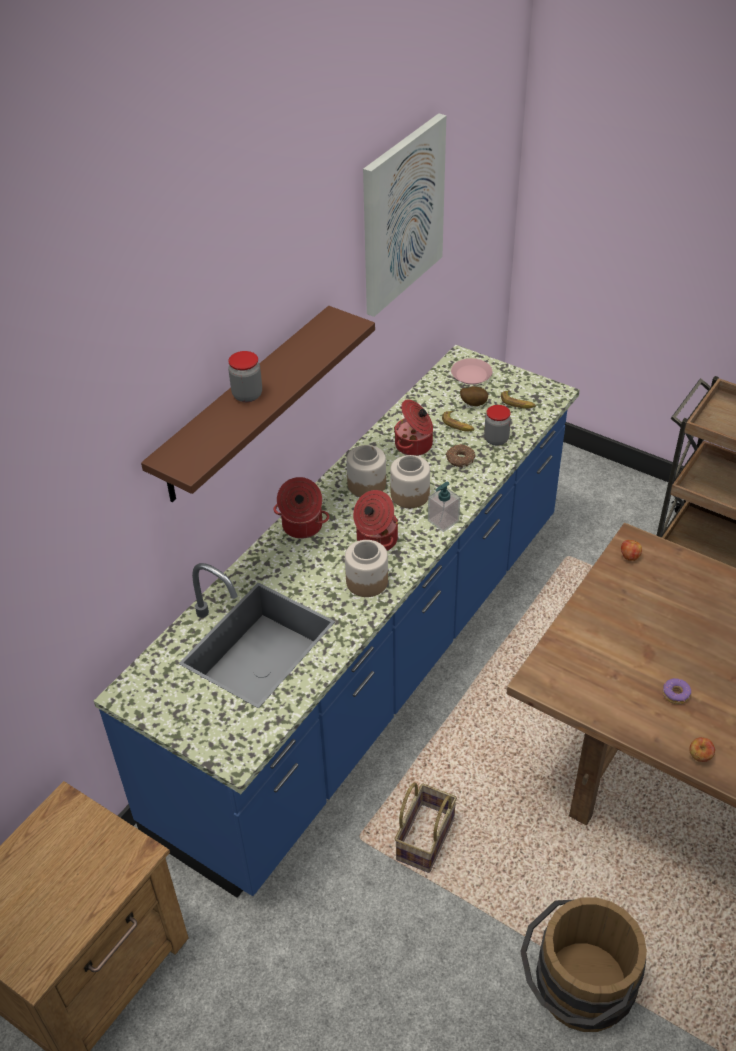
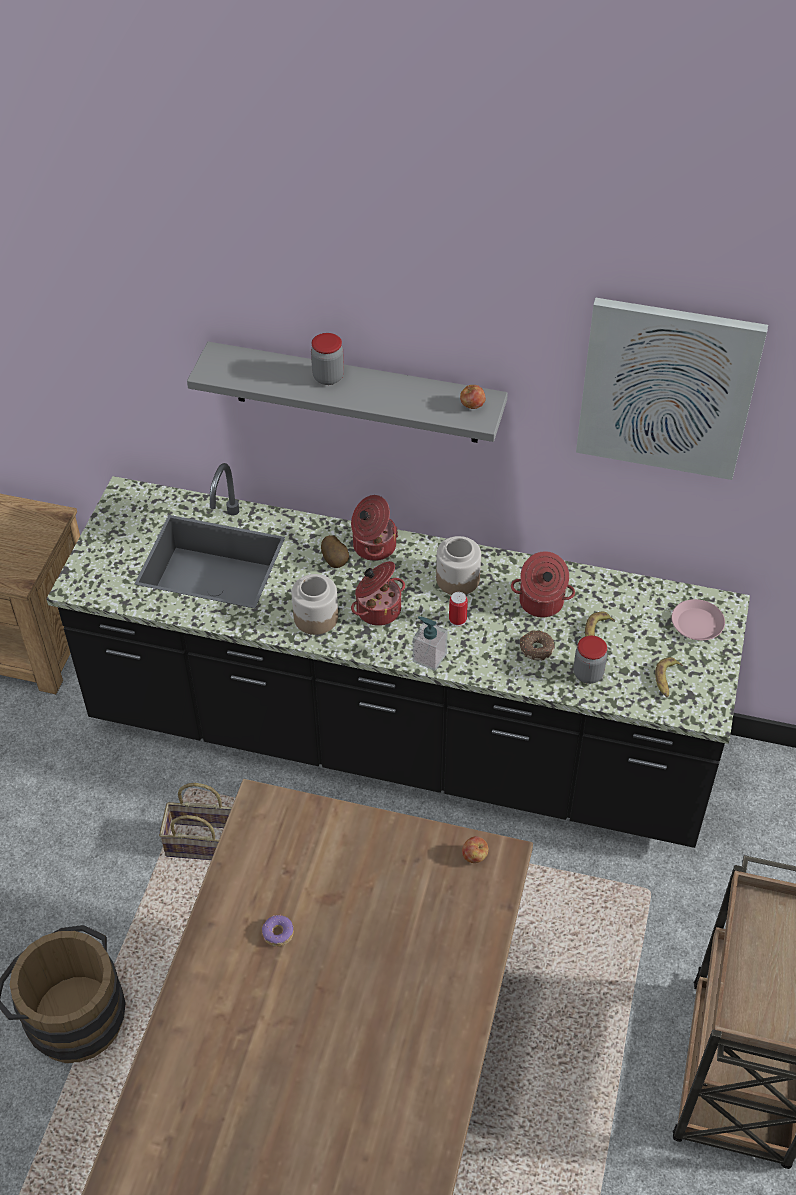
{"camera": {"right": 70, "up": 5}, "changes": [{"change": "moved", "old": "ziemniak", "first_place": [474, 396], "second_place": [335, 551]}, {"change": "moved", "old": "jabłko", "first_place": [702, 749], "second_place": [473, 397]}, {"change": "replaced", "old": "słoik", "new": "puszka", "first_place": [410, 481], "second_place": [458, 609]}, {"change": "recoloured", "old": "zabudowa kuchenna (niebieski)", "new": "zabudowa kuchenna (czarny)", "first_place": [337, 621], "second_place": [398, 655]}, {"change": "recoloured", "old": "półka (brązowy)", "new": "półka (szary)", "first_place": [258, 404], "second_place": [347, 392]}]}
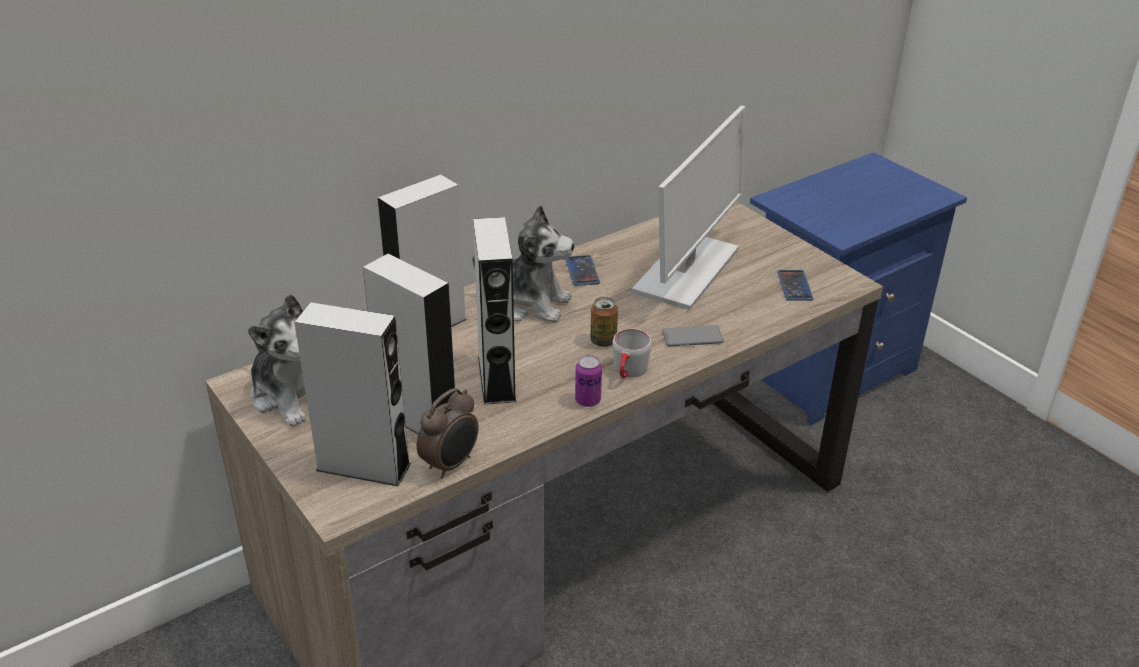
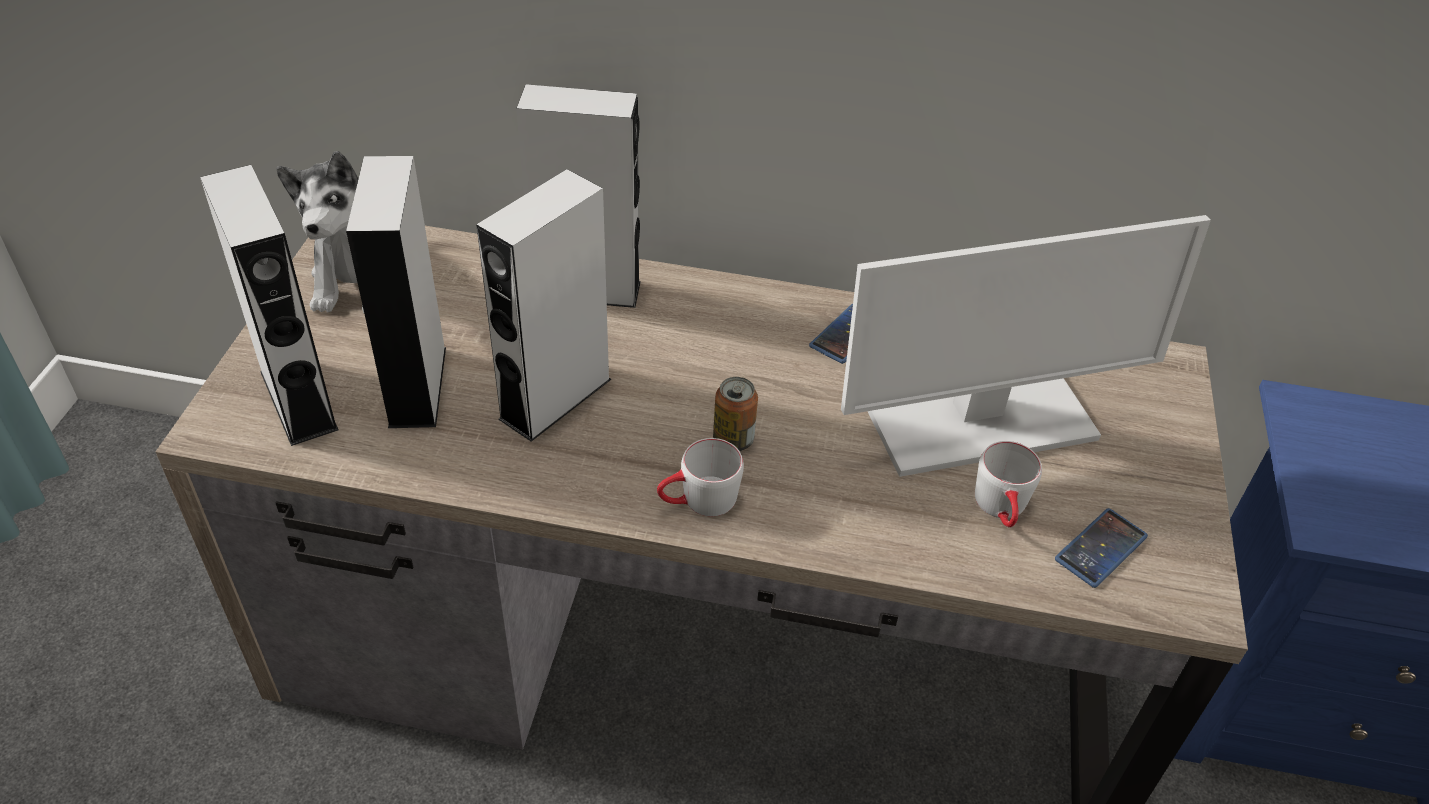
{"camera": {"right": 45, "up": 10}, "changes": [{"change": "removed", "old": "budzik", "first_place": [448, 433]}, {"change": "removed", "old": "pluszak", "first_place": [523, 263]}, {"change": "removed", "old": "puszka", "first_place": [588, 381]}, {"change": "removed", "old": "telefon", "first_place": [693, 335]}, {"change": "added", "new": "kubek (szary)", "second_place": [1008, 484]}]}
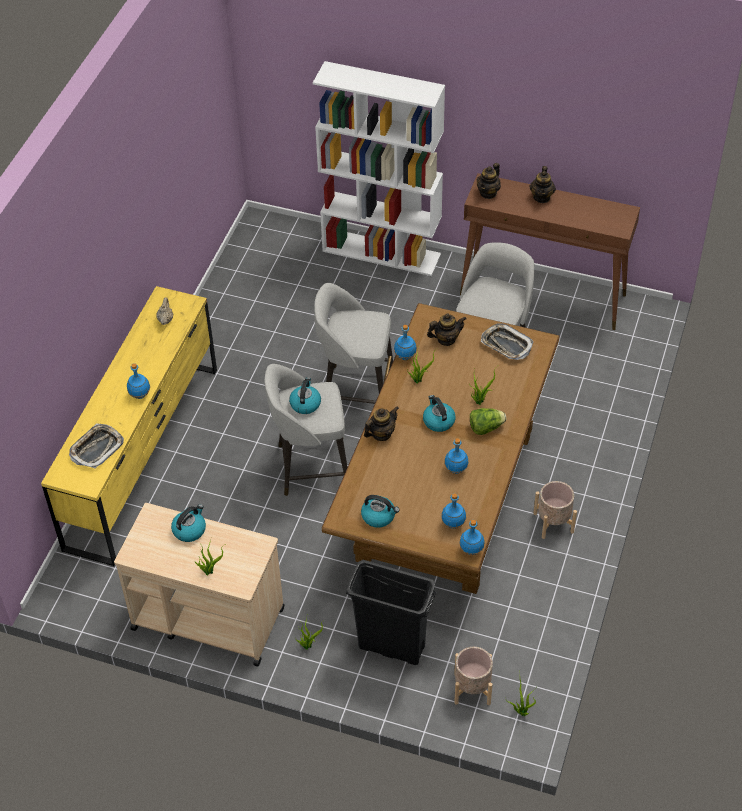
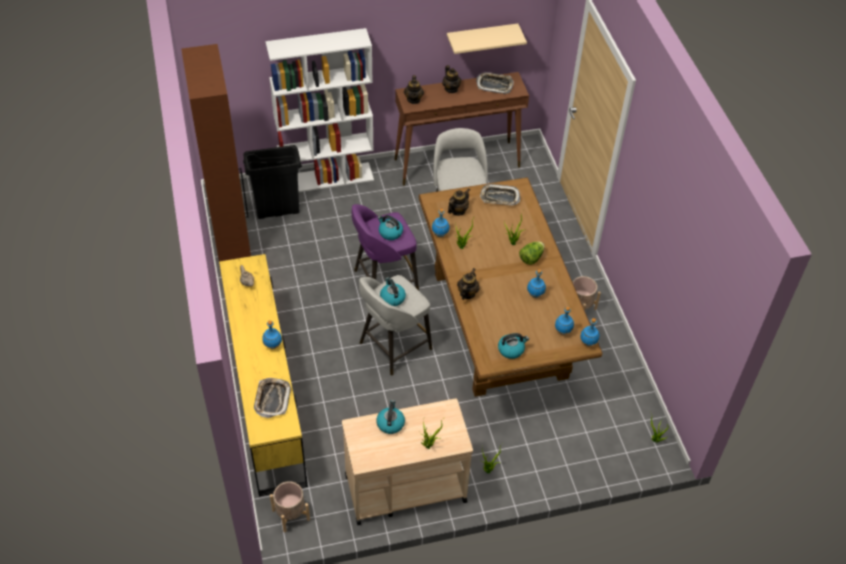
{"camera": {"right": -35, "up": 0}, "changes": [{"change": "added", "new": "szafka (brązowy)", "second_place": [216, 154]}, {"change": "added", "new": "półka (beżowy)", "second_place": [487, 38]}, {"change": "added", "new": "taca", "second_place": [495, 83]}, {"change": "moved", "old": "kosz na śmieci (czarny)", "first_place": [391, 612], "second_place": [272, 182]}, {"change": "moved", "old": "czajnik", "first_place": [439, 413], "second_place": [390, 227]}, {"change": "moved", "old": "donica (beżowy)", "first_place": [473, 676], "second_place": [290, 506]}, {"change": "recoloured", "old": "stołek (szary)", "new": "stołek (fioletowy)", "first_place": [353, 343], "second_place": [385, 247]}]}
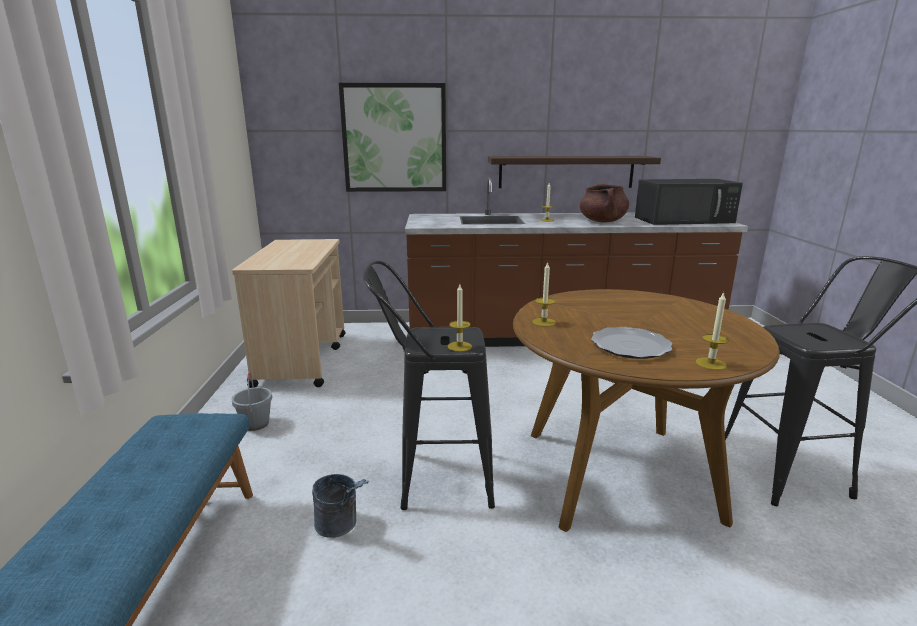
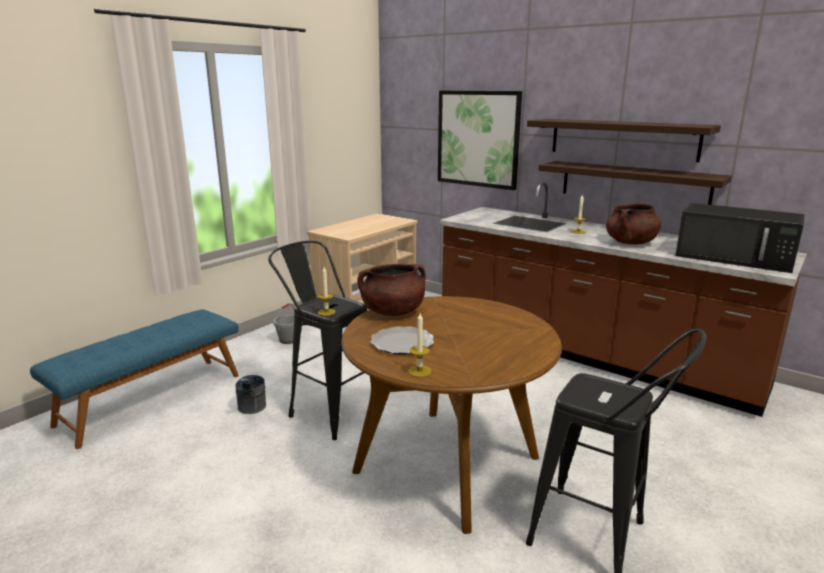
{"camera": {"right": 40, "up": 0}, "changes": [{"change": "added", "new": "półka", "second_place": [624, 140]}, {"change": "replaced", "old": "świeca", "new": "garnek (brązowy)", "first_place": [544, 294], "second_place": [391, 290]}]}
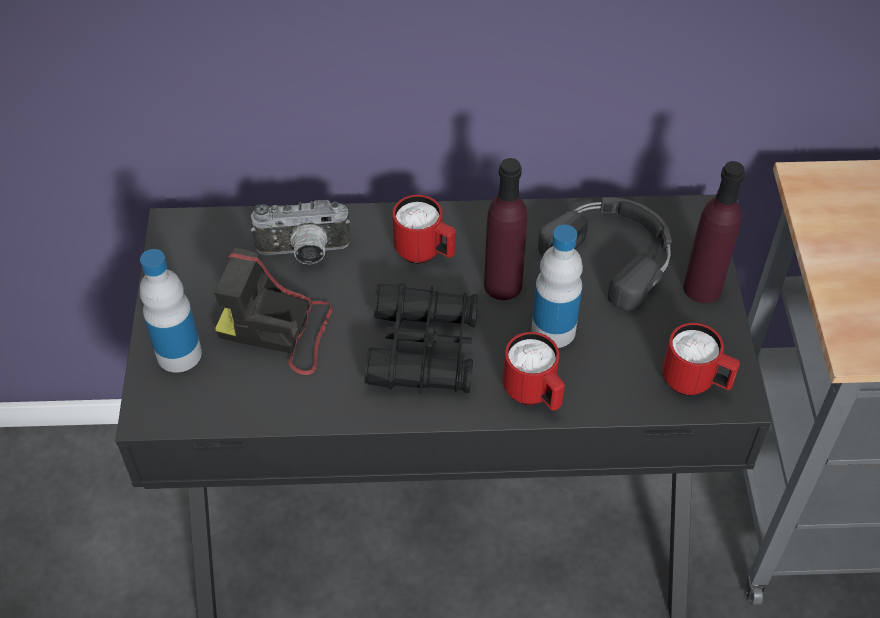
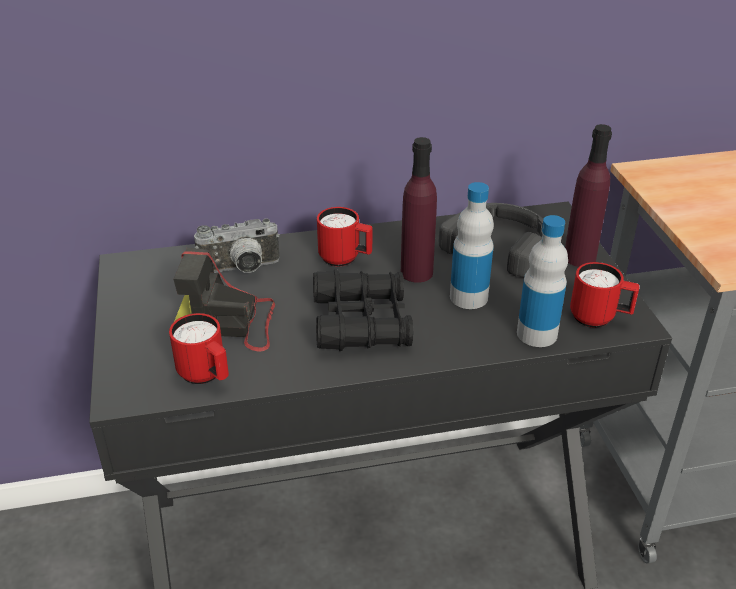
{"camera": {"right": -10, "up": -15}, "changes": [{"change": "moved", "old": "butelka", "first_place": [171, 311], "second_place": [542, 281]}, {"change": "moved", "old": "kubek (czerwony)", "first_place": [534, 371], "second_place": [199, 348]}]}
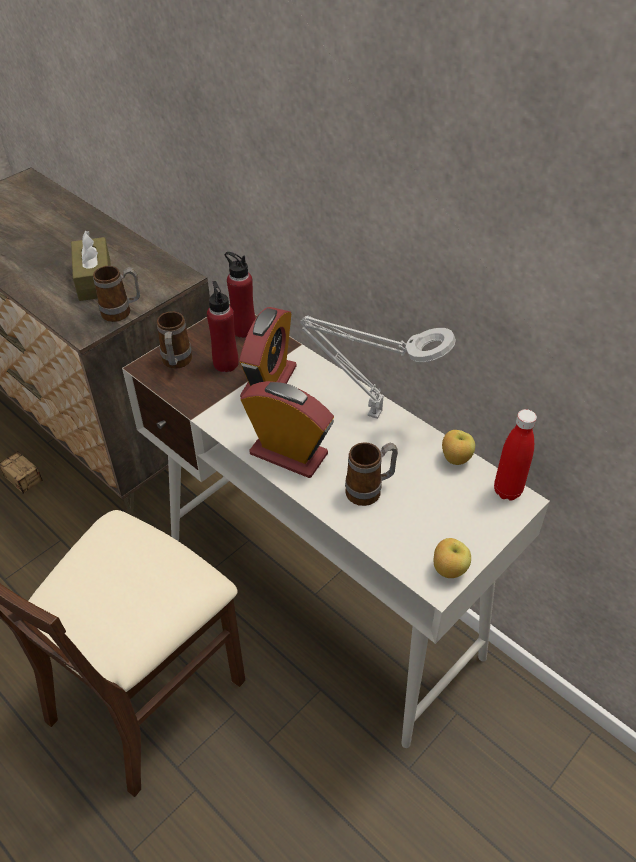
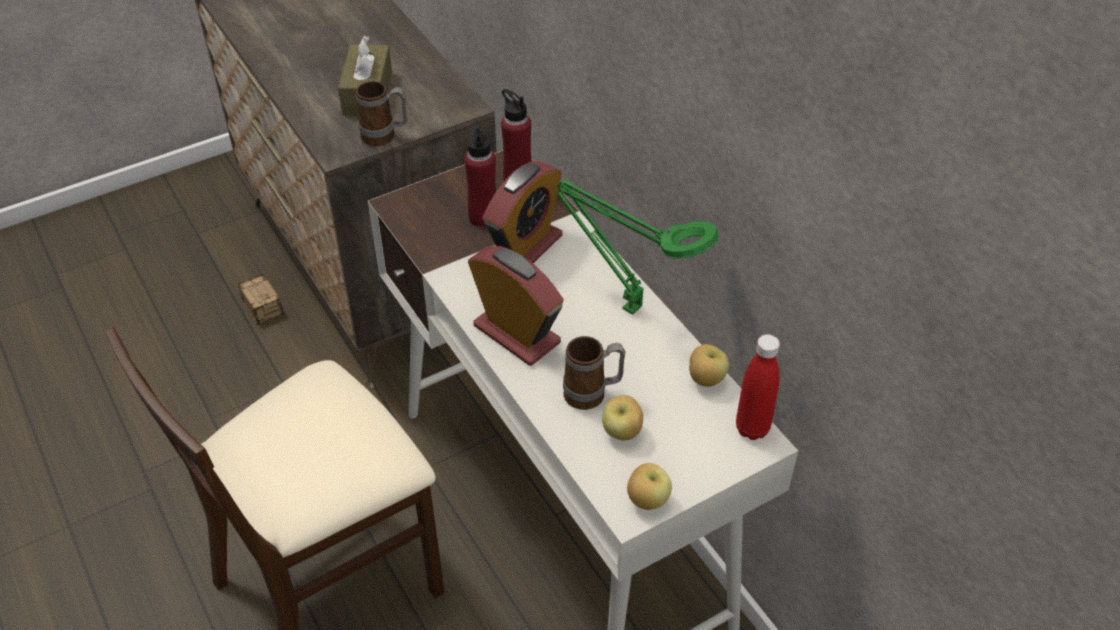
{"camera": {"right": 15, "up": 0}, "changes": [{"change": "removed", "old": "kubek", "first_place": [174, 340]}, {"change": "added", "new": "jabłko", "second_place": [622, 417]}, {"change": "recoloured", "old": "lampa stołowa (szary)", "new": "lampa stołowa (zielony)", "first_place": [378, 367], "second_place": [637, 247]}]}
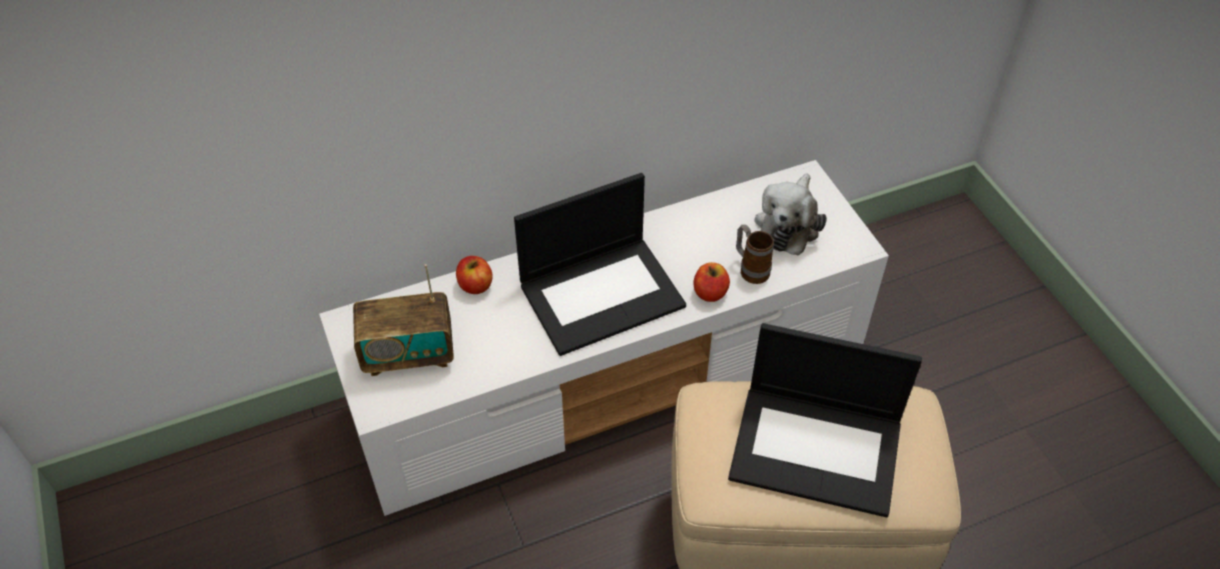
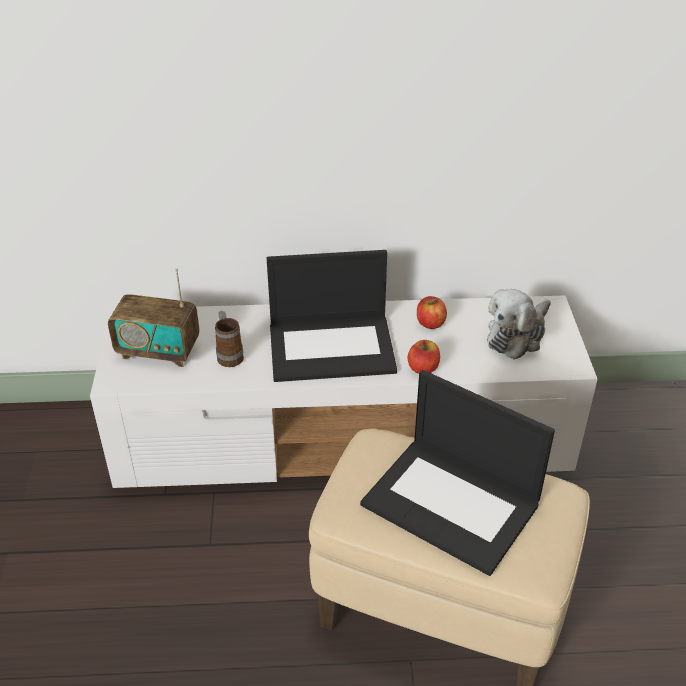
{"camera": {"right": 20, "up": -10}, "changes": [{"change": "moved", "old": "jabłko", "first_place": [474, 275], "second_place": [432, 312]}, {"change": "moved", "old": "kubek", "first_place": [755, 254], "second_place": [229, 339]}]}
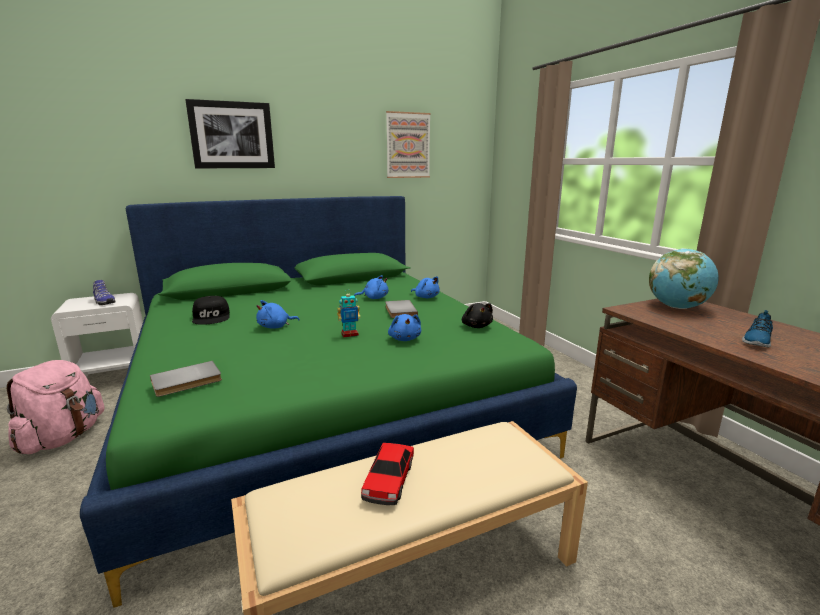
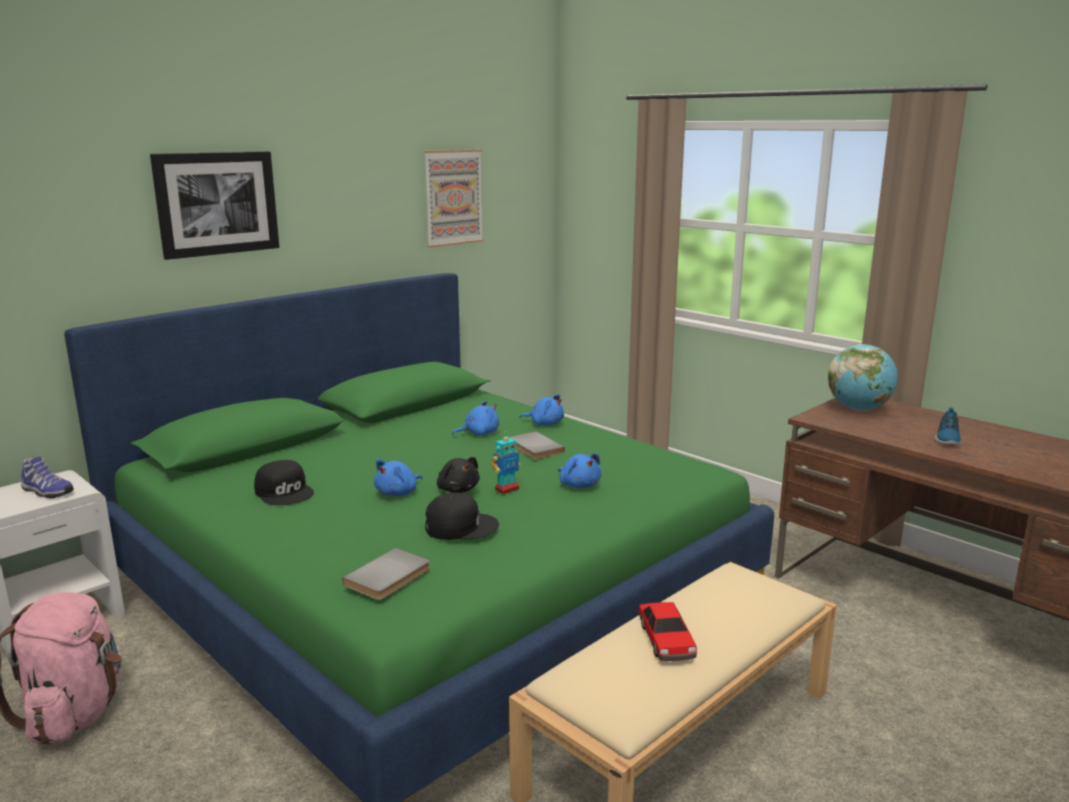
{"camera": {"right": -20, "up": 0}, "changes": [{"change": "added", "new": "czapka z daszkiem (czarny)", "second_place": [462, 516]}, {"change": "moved", "old": "pluszak (czarny)", "first_place": [477, 315], "second_place": [458, 475]}]}
